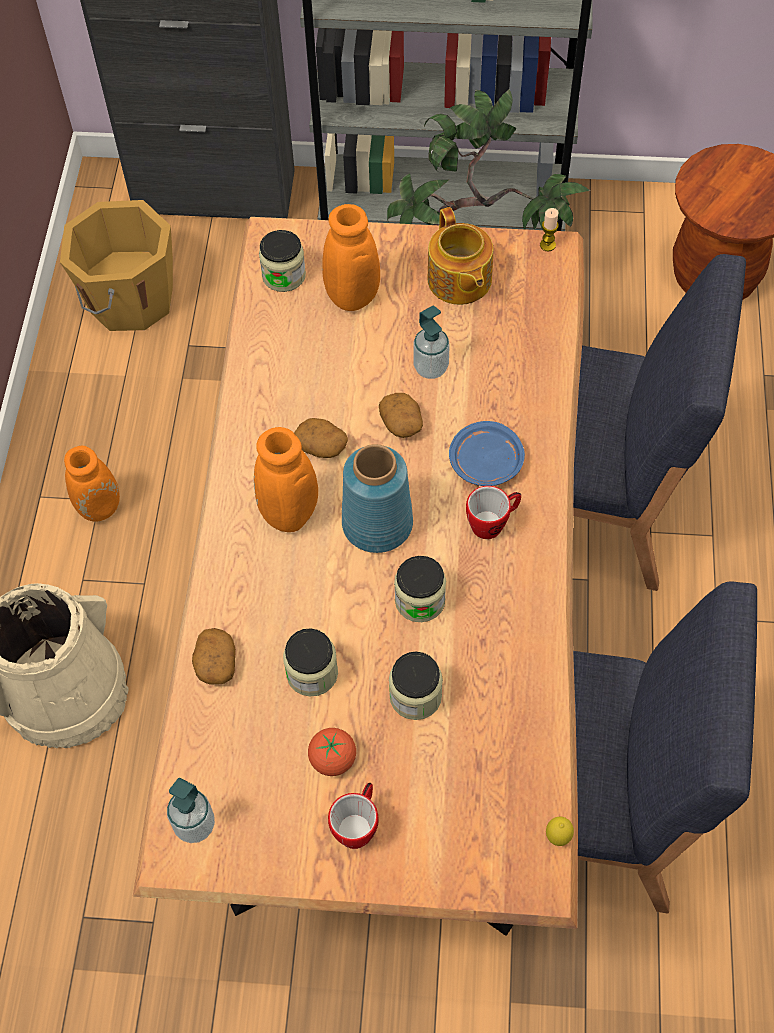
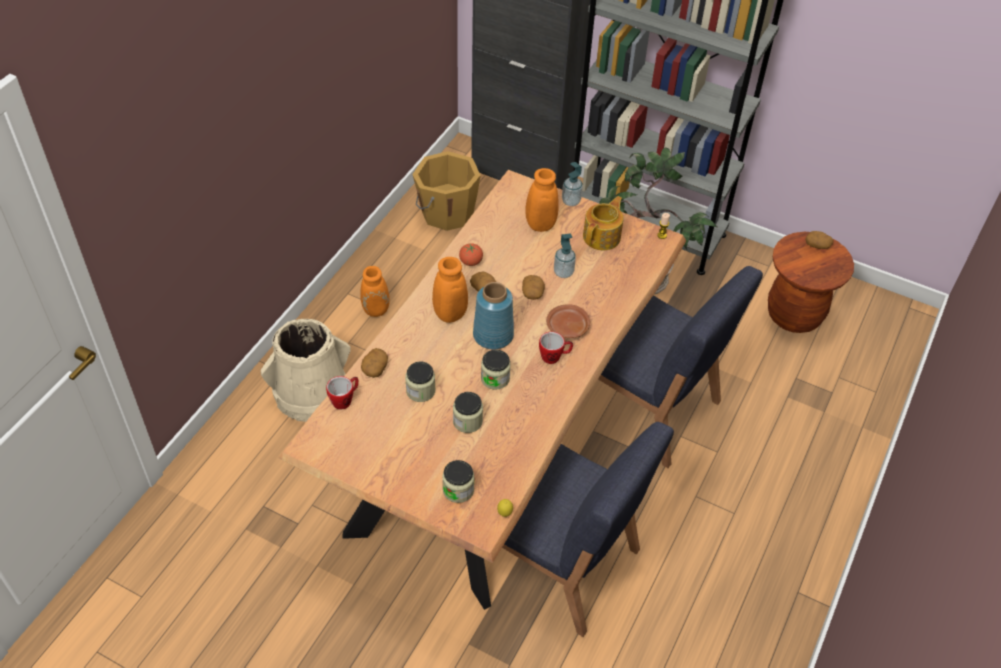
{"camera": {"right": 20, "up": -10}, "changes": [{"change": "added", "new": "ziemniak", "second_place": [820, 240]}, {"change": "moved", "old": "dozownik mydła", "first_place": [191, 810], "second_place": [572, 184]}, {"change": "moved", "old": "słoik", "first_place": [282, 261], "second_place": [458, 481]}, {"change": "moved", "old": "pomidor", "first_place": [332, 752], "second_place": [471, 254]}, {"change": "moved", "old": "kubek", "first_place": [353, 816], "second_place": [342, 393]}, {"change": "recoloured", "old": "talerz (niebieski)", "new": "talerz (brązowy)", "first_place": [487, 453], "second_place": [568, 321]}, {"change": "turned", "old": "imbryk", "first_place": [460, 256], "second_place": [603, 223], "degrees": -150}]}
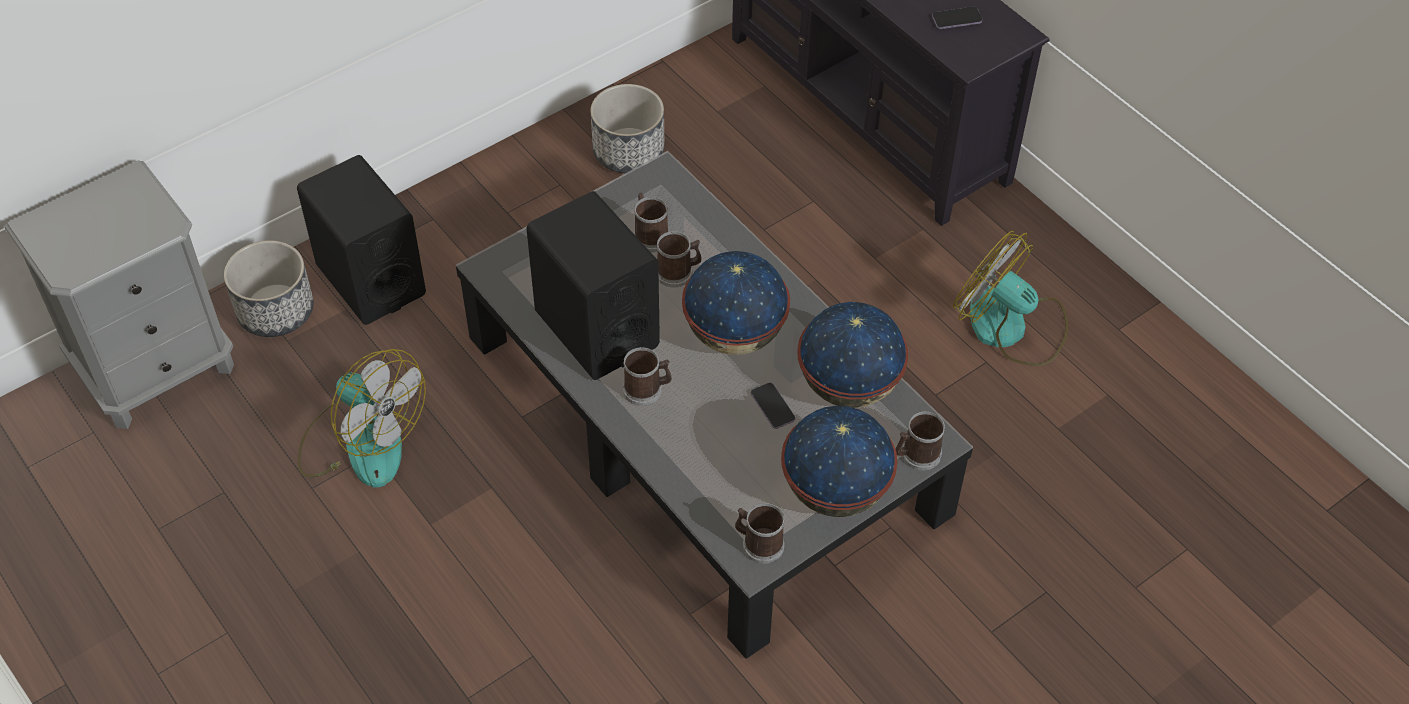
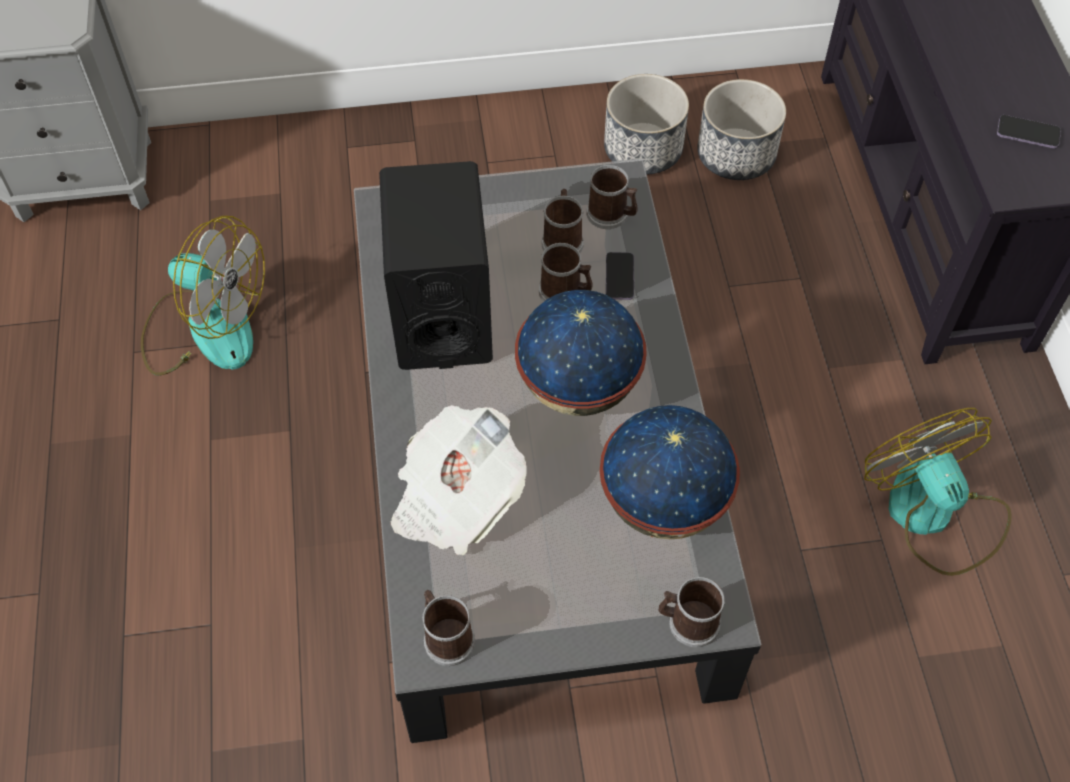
{"camera": {"right": 30, "up": 5}, "changes": [{"change": "removed", "old": "głośnik (czarny)", "first_place": [361, 240]}, {"change": "removed", "old": "globus", "first_place": [839, 461]}, {"change": "added", "new": "gazeta", "second_place": [459, 480]}, {"change": "moved", "old": "donica", "first_place": [269, 288], "second_place": [741, 129]}, {"change": "moved", "old": "kubek", "first_place": [647, 376], "second_place": [612, 197]}, {"change": "moved", "old": "telefon", "first_place": [773, 406], "second_place": [620, 276]}, {"change": "turned", "old": "wentylator", "first_place": [362, 418], "second_place": [203, 296], "degrees": -45}]}
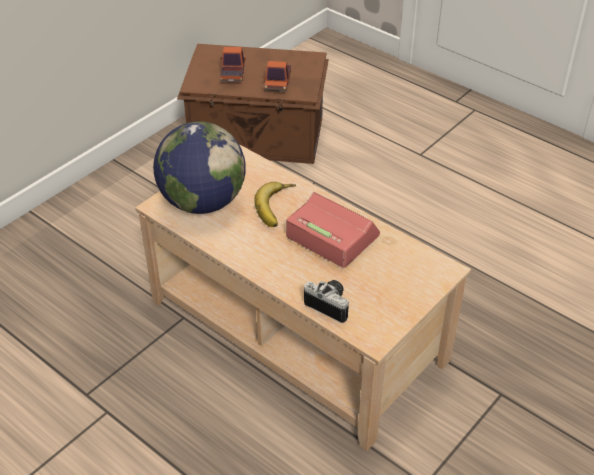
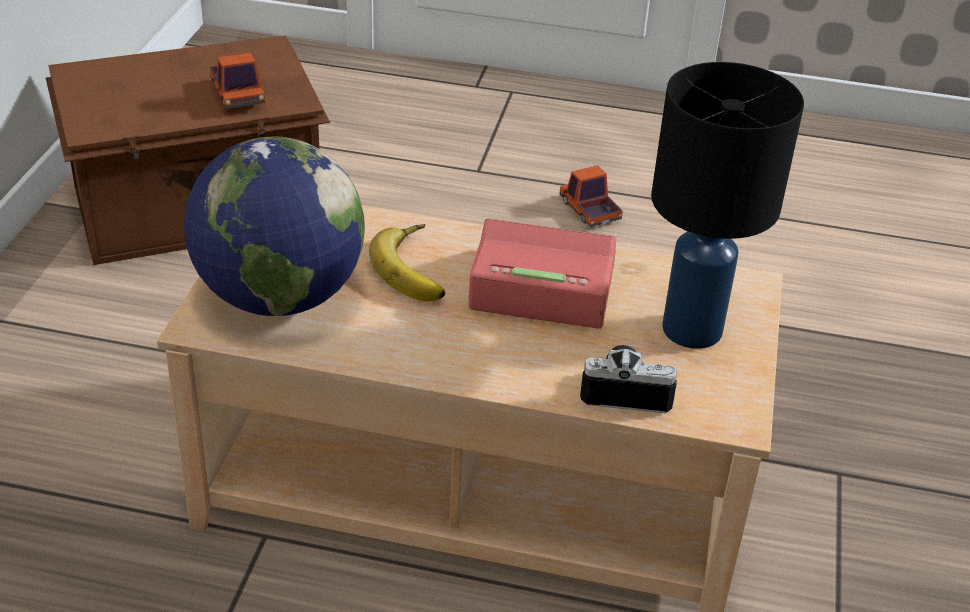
{"camera": {"right": -30, "up": -5}, "changes": [{"change": "added", "new": "lampa stołowa (czarny)", "second_place": [727, 205]}, {"change": "moved", "old": "ciężarówka zabawkowa", "first_place": [233, 64], "second_place": [591, 196]}]}
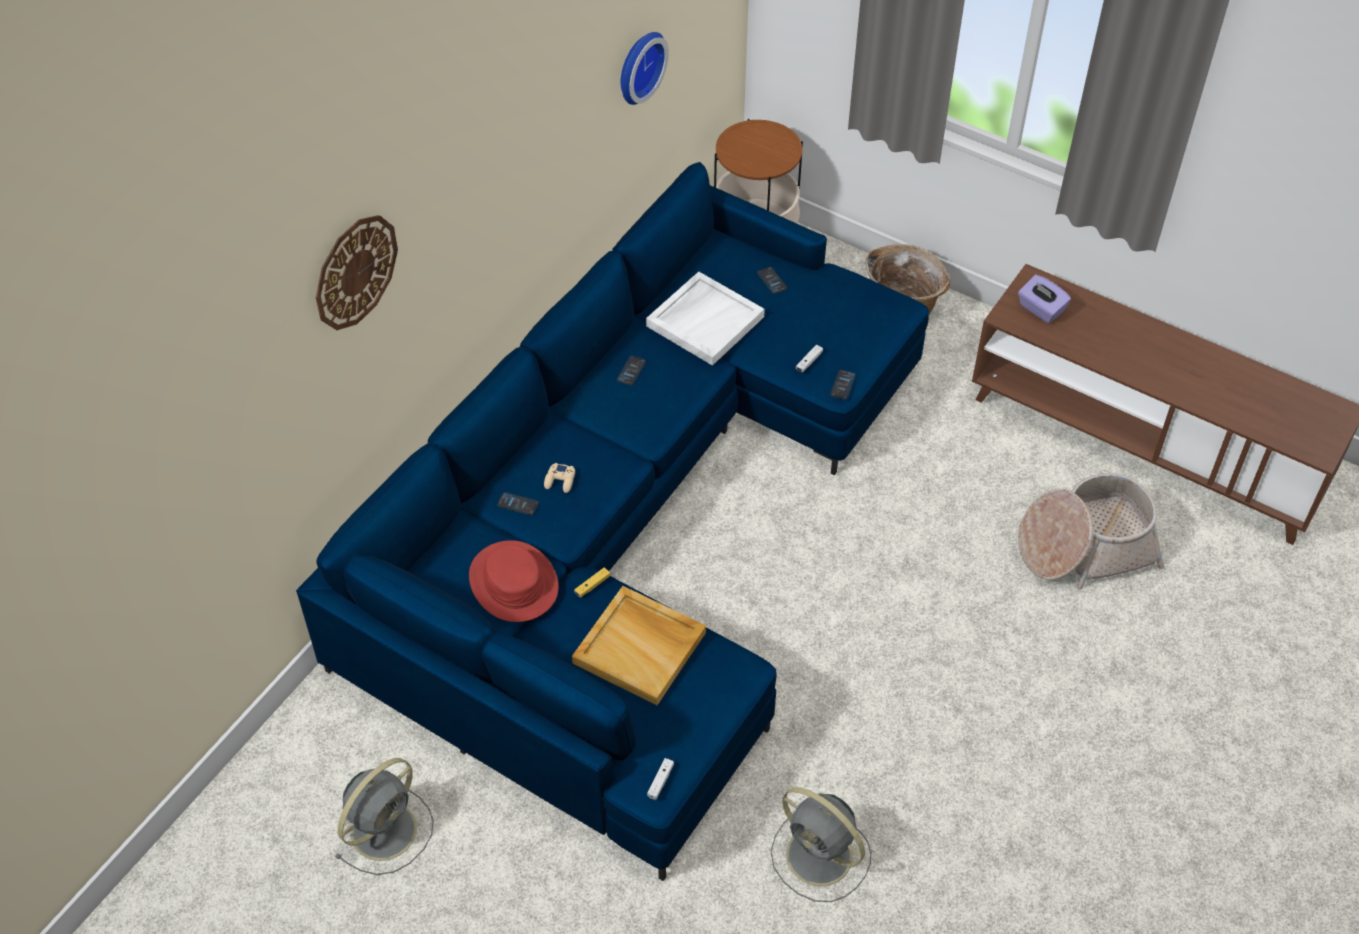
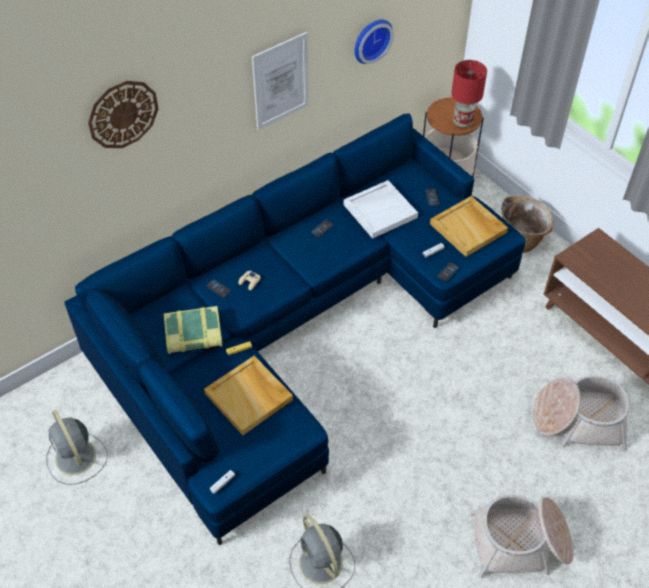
{"camera": {"right": 20, "up": 0}, "changes": [{"change": "removed", "old": "pudełko chusteczek (fioletowy)", "first_place": [1044, 299]}, {"change": "added", "new": "obraz", "second_place": [280, 81]}, {"change": "added", "new": "taca (beżowy)", "second_place": [469, 226]}, {"change": "added", "new": "lampa stołowa (czerwony)", "second_place": [469, 94]}, {"change": "added", "new": "koszyk", "second_place": [522, 536]}, {"change": "replaced", "old": "kapelusz (czerwony)", "new": "książka", "first_place": [514, 581], "second_place": [193, 330]}, {"change": "turned", "old": "wentylator (szary)", "first_place": [384, 816], "second_place": [77, 447], "degrees": 90}]}
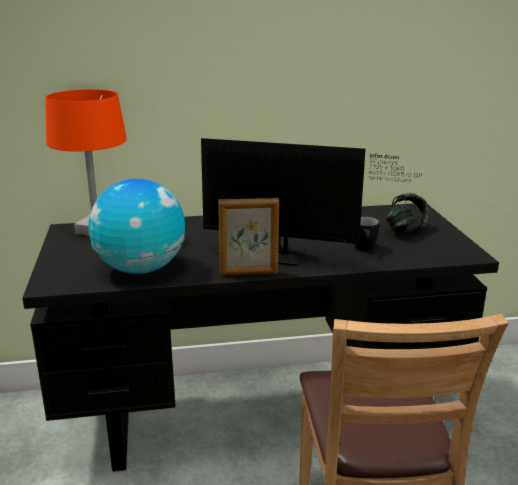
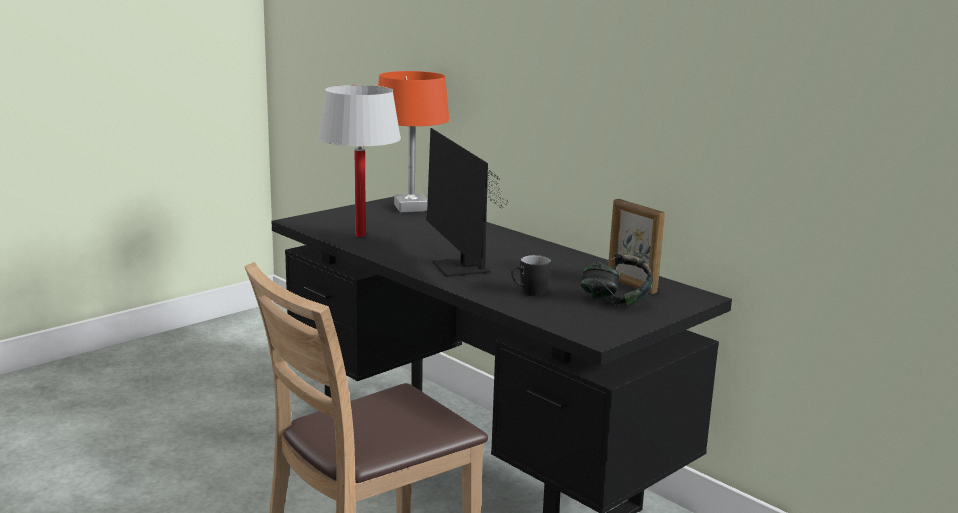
{"camera": {"right": 55, "up": -5}, "changes": [{"change": "moved", "old": "ramka na zdjęcie", "first_place": [248, 237], "second_place": [636, 246]}, {"change": "replaced", "old": "globus", "new": "lampa stołowa (biały)", "first_place": [136, 226], "second_place": [359, 161]}]}
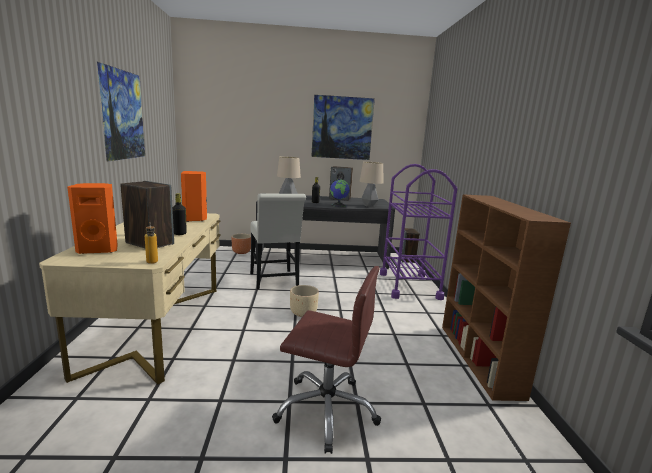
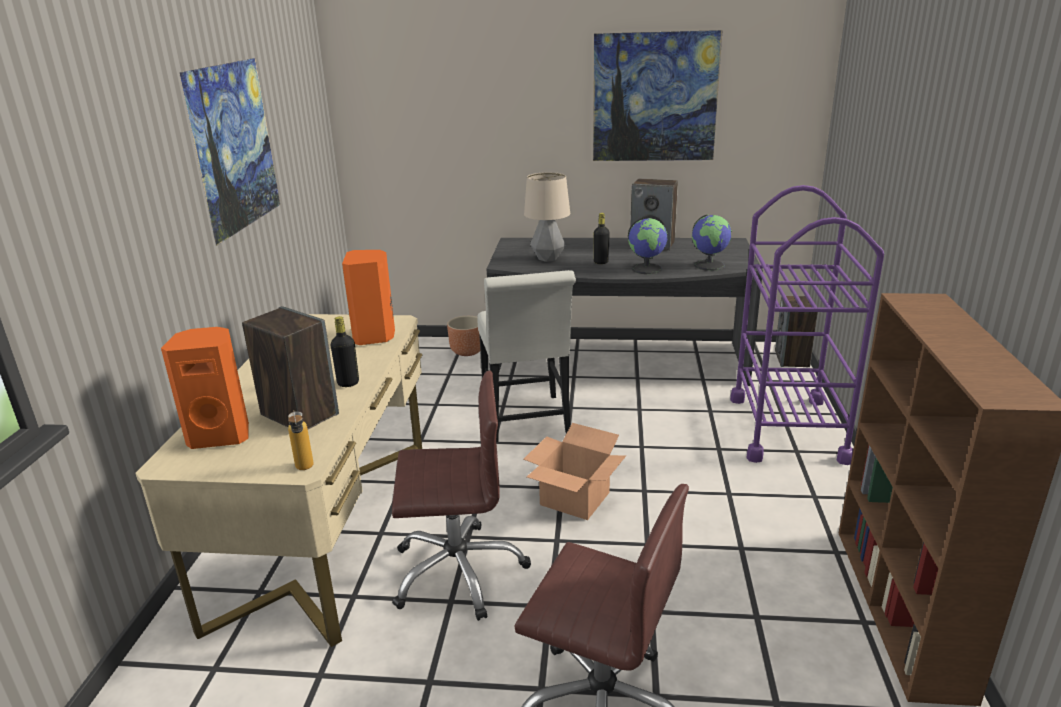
{"camera": {"right": 10, "up": 10}, "changes": [{"change": "added", "new": "krzesło biurowe (brązowy)", "second_place": [461, 496]}, {"change": "replaced", "old": "donica (beżowy)", "new": "karton", "first_place": [304, 301], "second_place": [575, 471]}, {"change": "replaced", "old": "lampa stołowa", "new": "globus", "first_place": [371, 184], "second_place": [712, 242]}]}
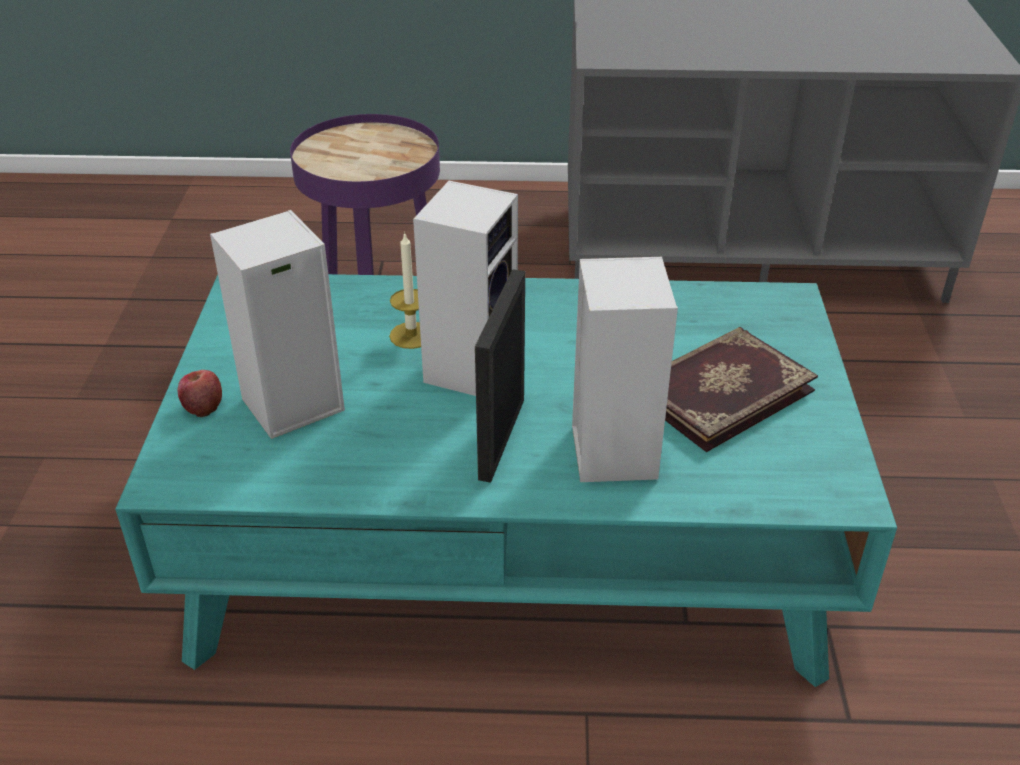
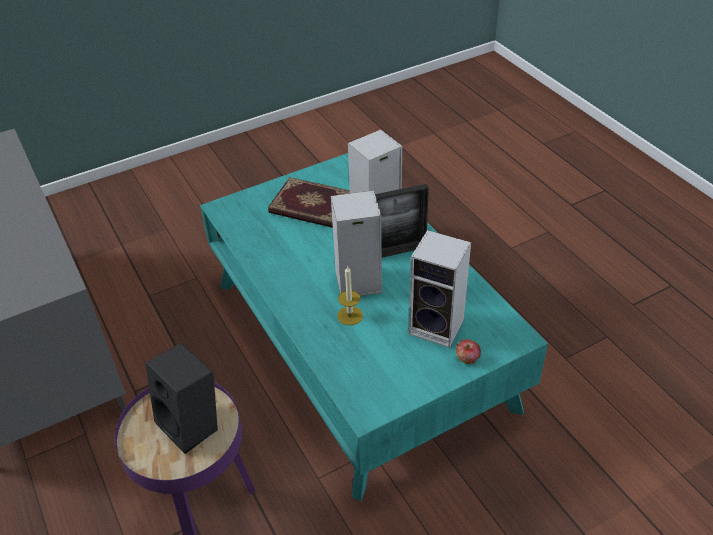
{"camera": {"right": -120, "up": 5}, "changes": [{"change": "added", "new": "głośnik (czarny)", "second_place": [181, 398]}]}
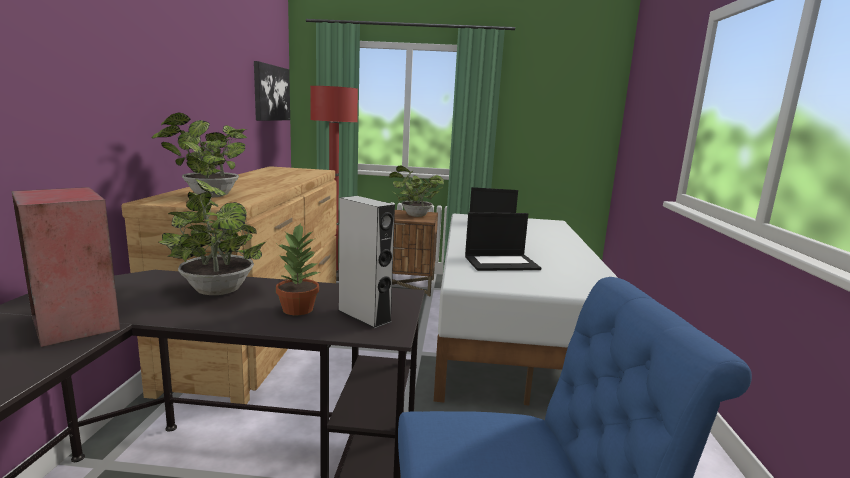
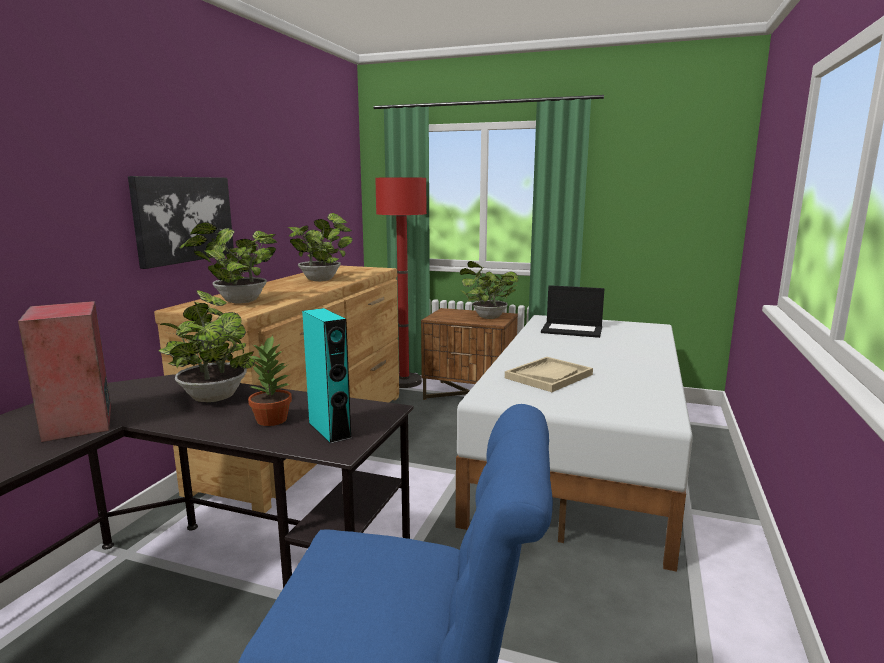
{"camera": {"right": 15, "up": 0}, "changes": [{"change": "added", "new": "roślina doniczkowa", "second_place": [320, 247]}, {"change": "moved", "old": "obraz", "first_place": [272, 91], "second_place": [181, 222]}, {"change": "replaced", "old": "laptop", "new": "taca (beżowy)", "first_place": [503, 241], "second_place": [549, 374]}, {"change": "recoloured", "old": "głośnik (szary)", "new": "głośnik (turkusowy)", "first_place": [366, 262], "second_place": [327, 376]}]}
